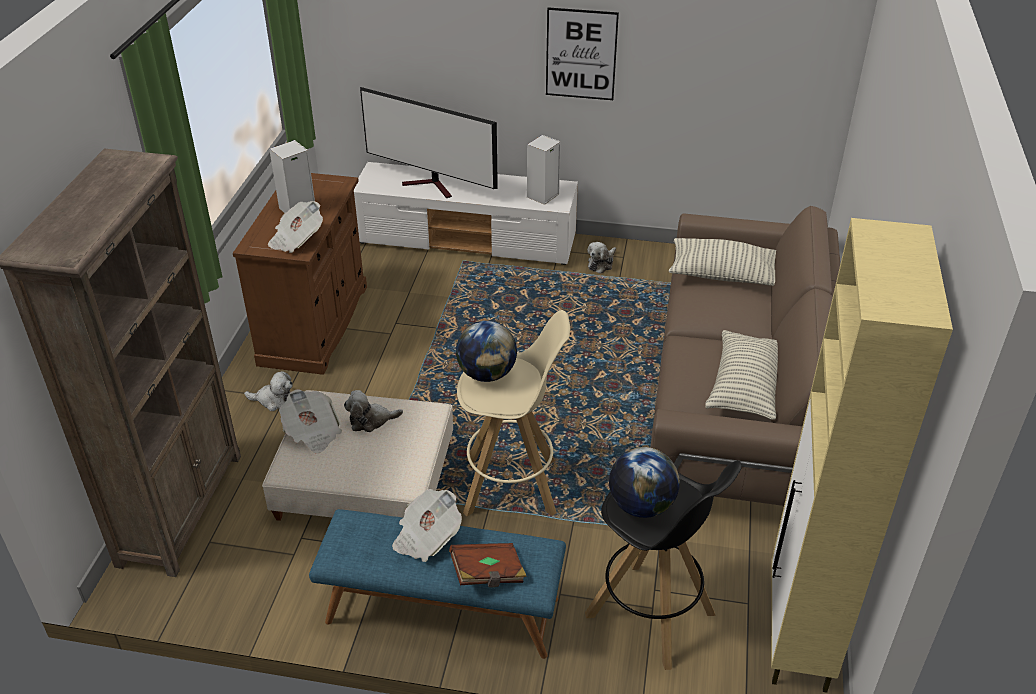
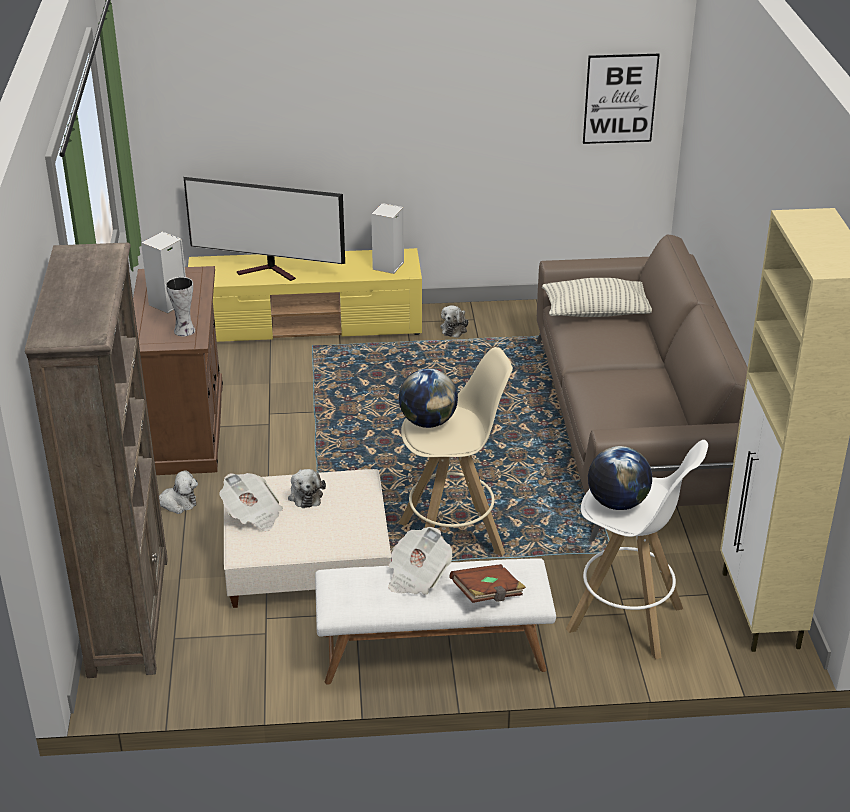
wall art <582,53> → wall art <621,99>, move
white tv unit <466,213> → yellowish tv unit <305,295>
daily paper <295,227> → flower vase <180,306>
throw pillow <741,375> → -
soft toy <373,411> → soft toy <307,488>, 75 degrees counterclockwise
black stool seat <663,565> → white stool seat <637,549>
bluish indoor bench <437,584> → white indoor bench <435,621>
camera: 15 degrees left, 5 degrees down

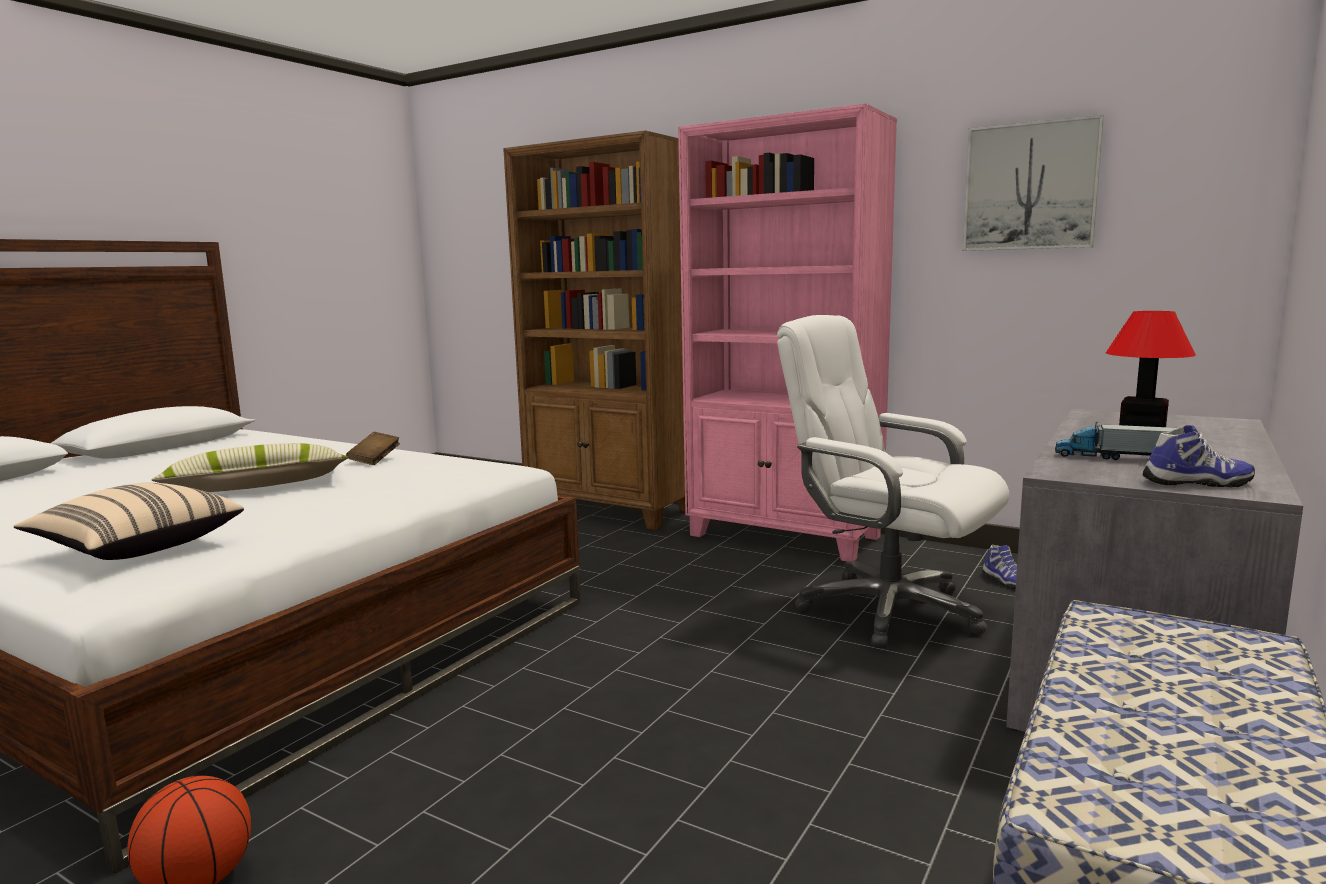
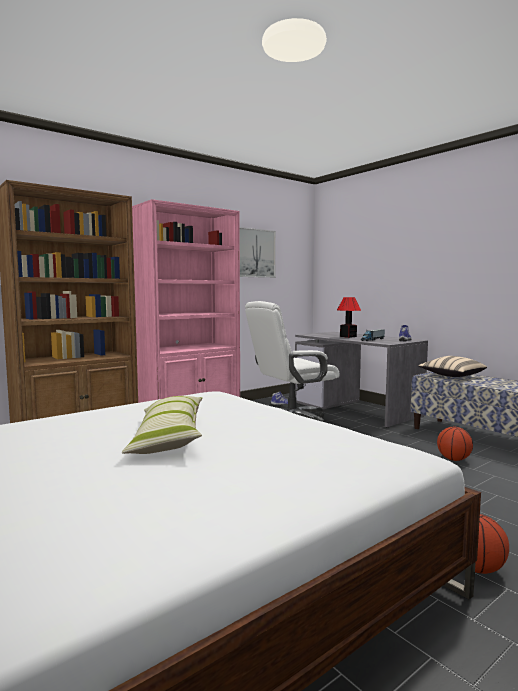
brown volume <373,448> → -
sand-coloured throw pillow <129,521> → sand-coloured throw pillow <452,366>, move
- → basketball ball <455,444>
camera: 70 degrees left, 5 degrees down

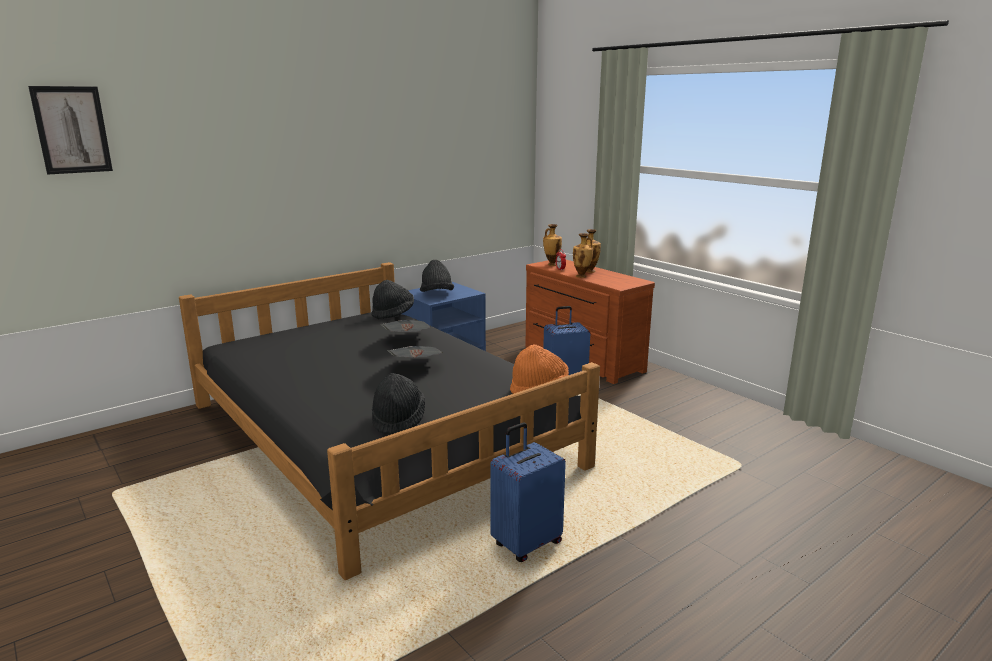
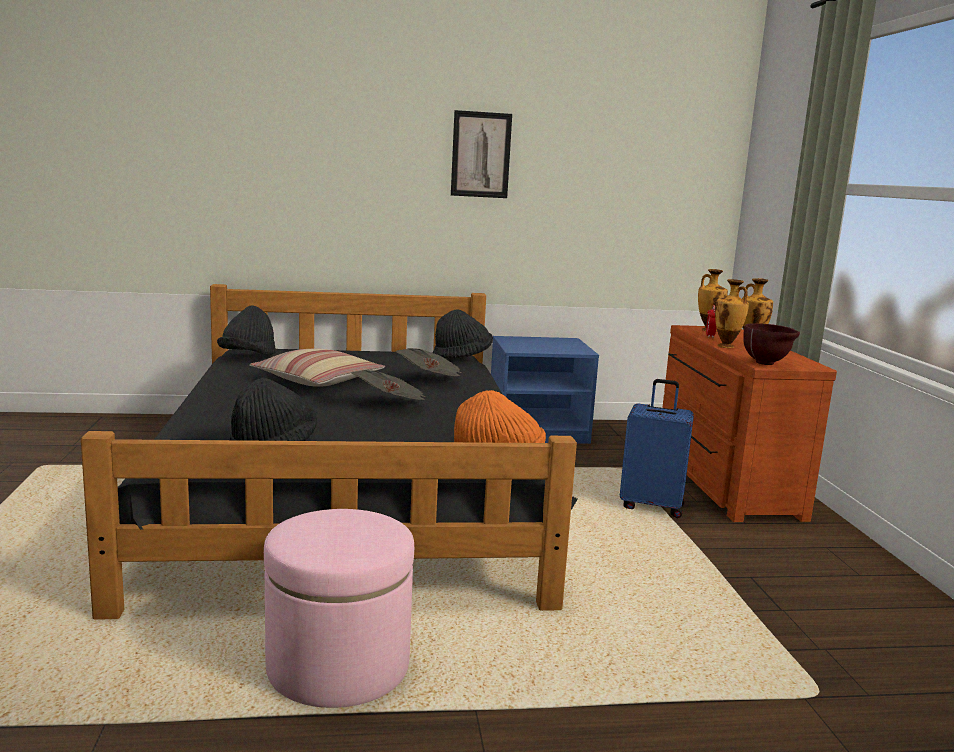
wall art <70,130> → wall art <481,154>, move
black clothing hat <437,276> → black clothing hat <246,330>, move
bluish suitcase <528,492> → pinkish footrest <339,608>
- → brown serving bowl <771,344>
- → throw pillow <317,368>
camera: 30 degrees right, 5 degrees down

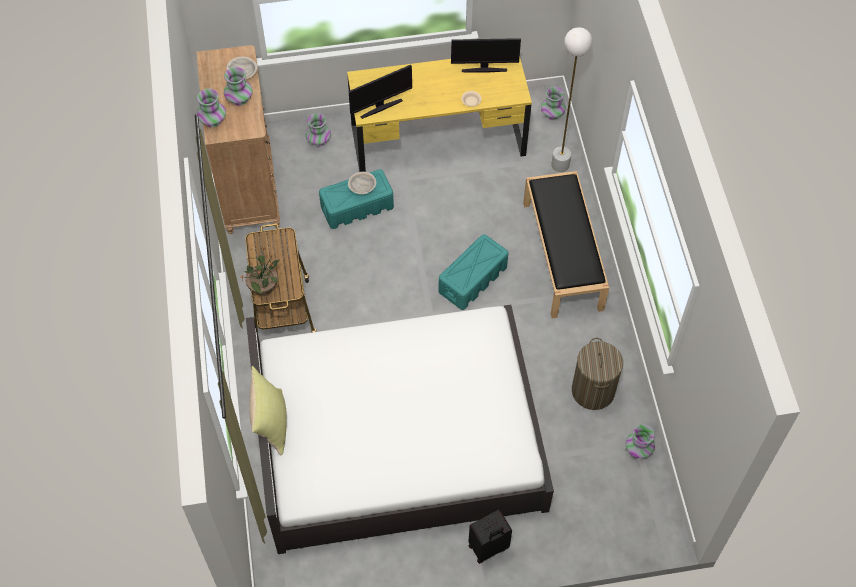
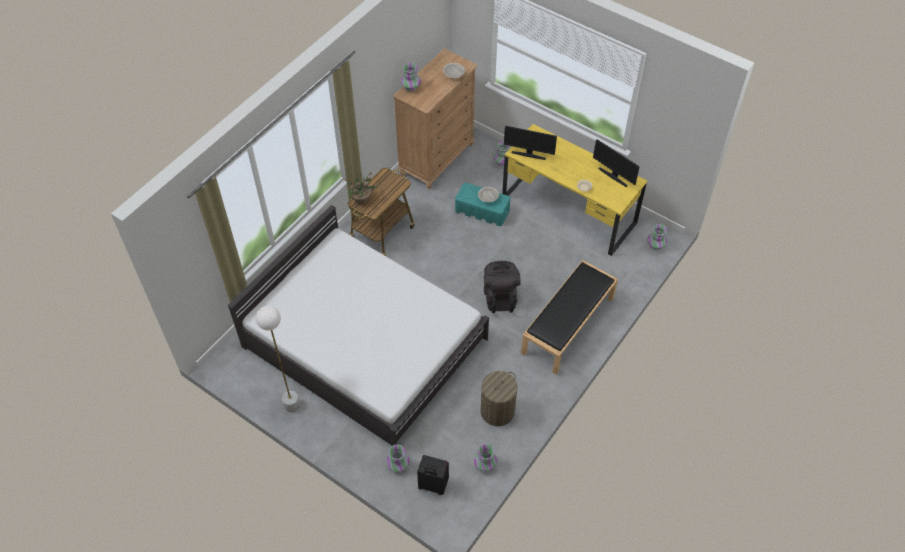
white floor lamp <571,99> → white floor lamp <278,359>, move
flower vase <238,86> → flower vase <398,458>, move
turquoise-coloured storage box <473,272> → black rucksack <502,287>
yellowish throw pillow <268,410> → -
black suitcase <490,537> → black suitcase <433,475>, move
camera: 45 degrees right, 5 degrees down

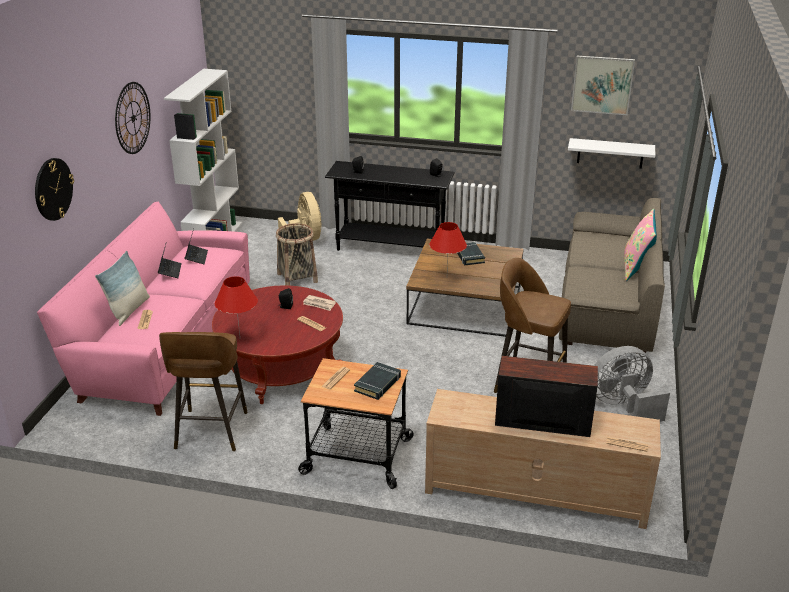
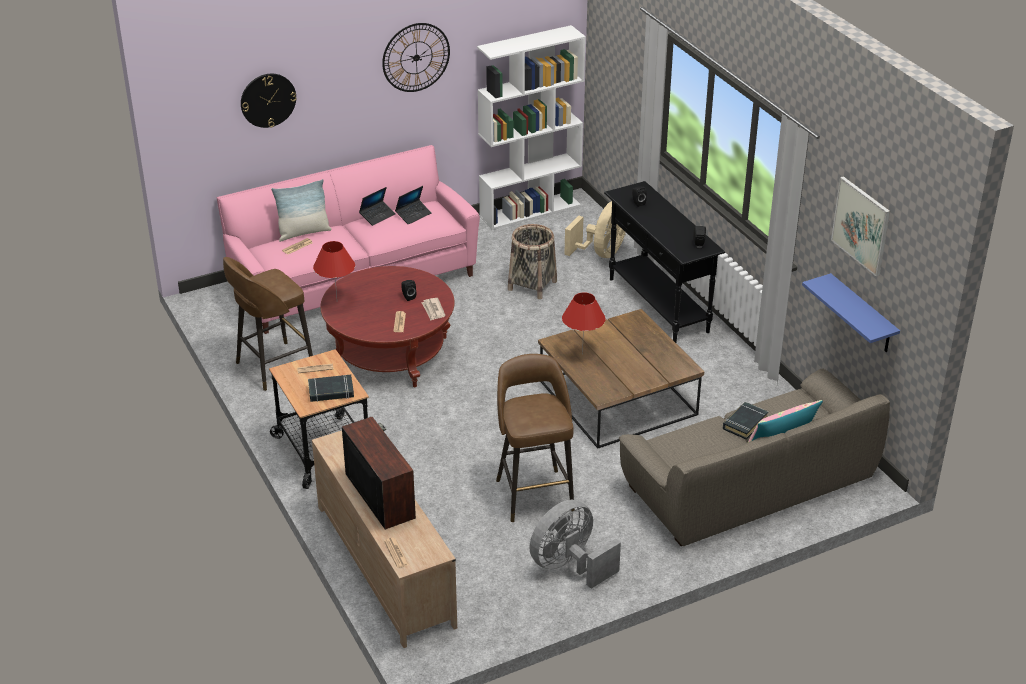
white bracket shelf <611,153> → bluish bracket shelf <851,312>
black volume <471,253> → black volume <745,420>, move
gray electric fan <632,384> → gray electric fan <575,544>, 75 degrees counterclockwise
camera: 50 degrees right, 5 degrees up

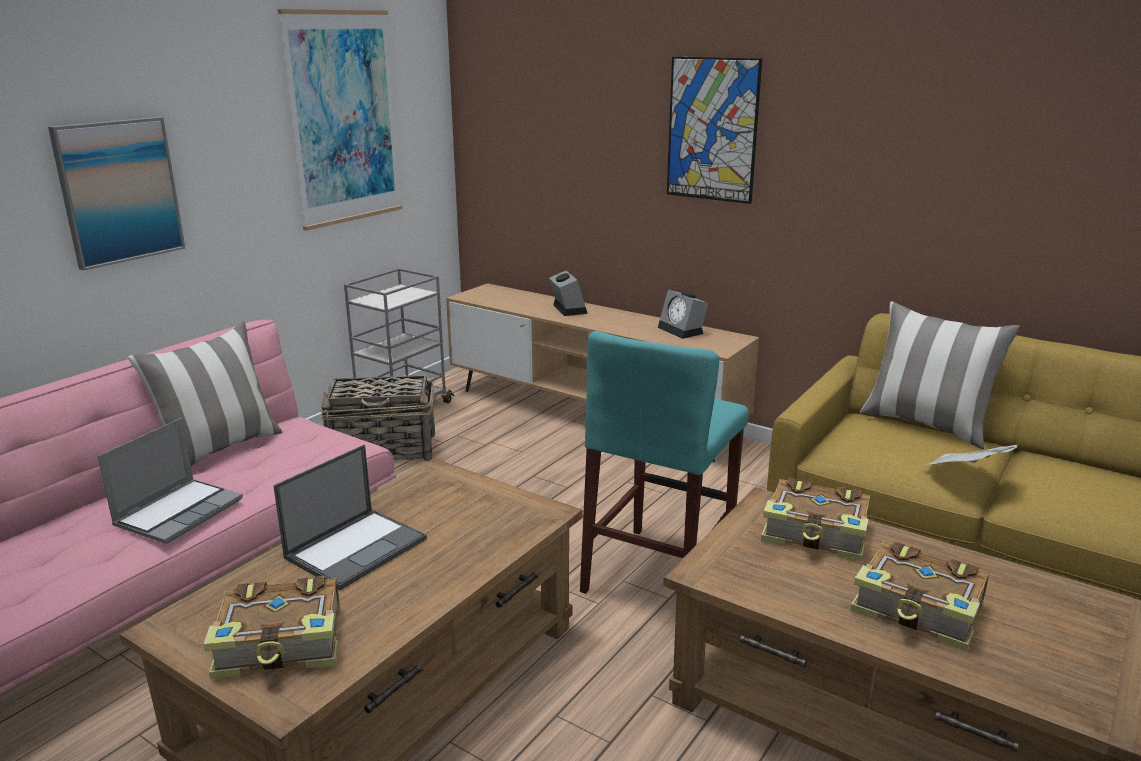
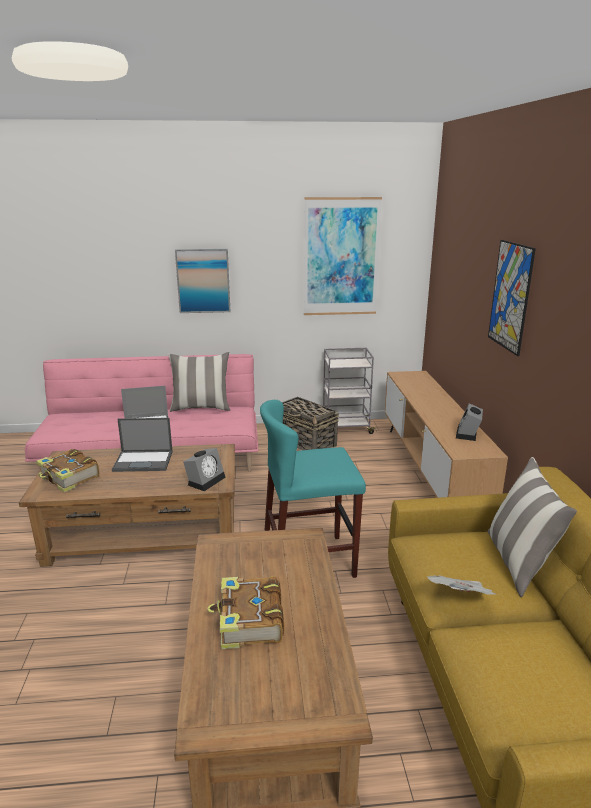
table clock <568,293> → table clock <204,469>, move
volume <815,519> → -
camera: 50 degrees right, 0 degrees up

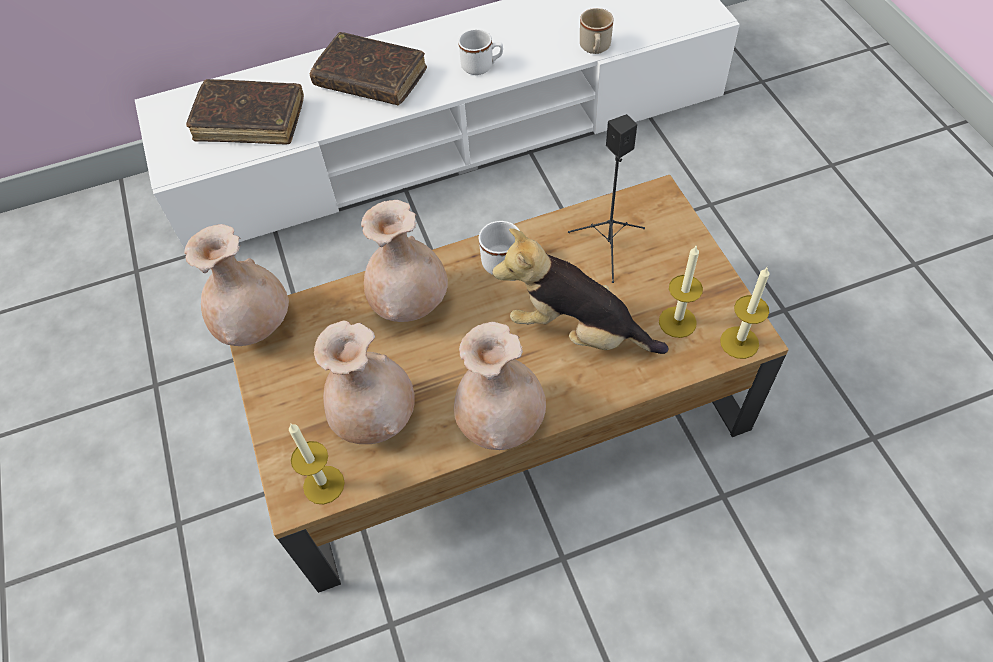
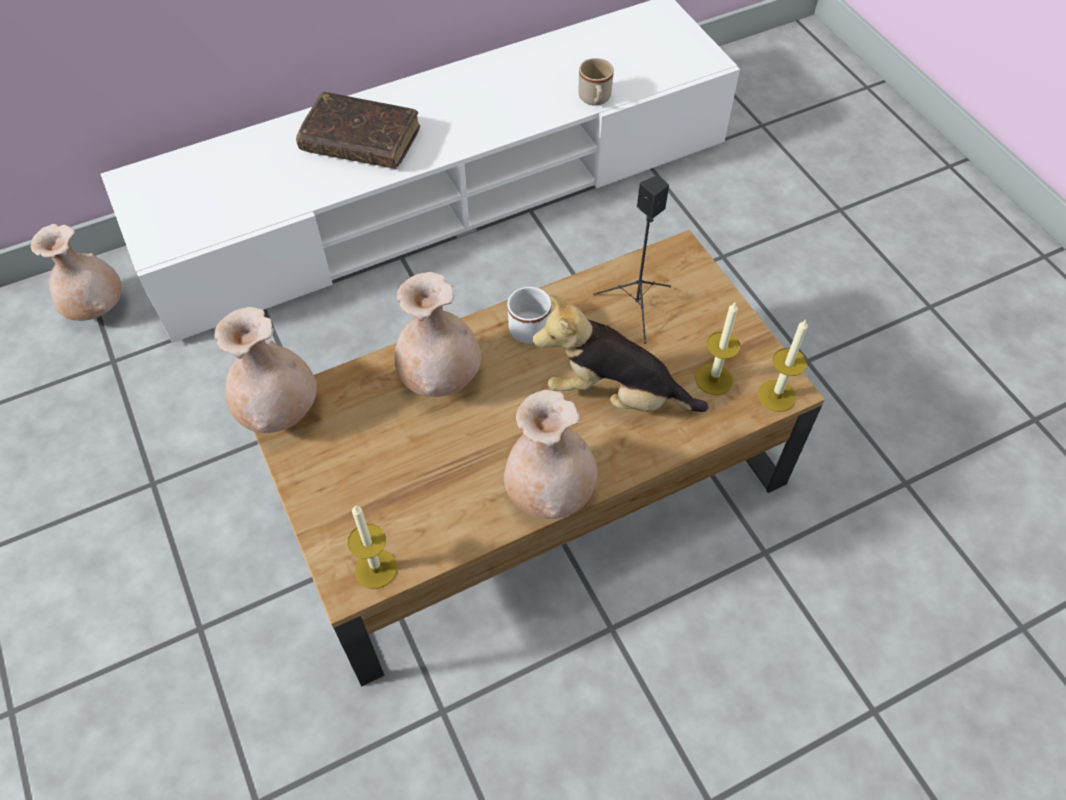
white mug <480,52> → -
brown volume <245,112> → -
sand-coloured flower vase <364,382> → sand-coloured flower vase <76,272>, move
camera: 10 degrees left, 0 degrees up

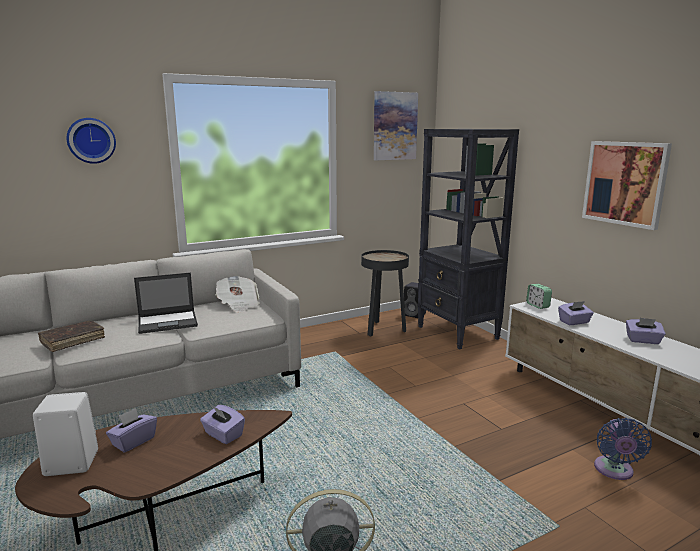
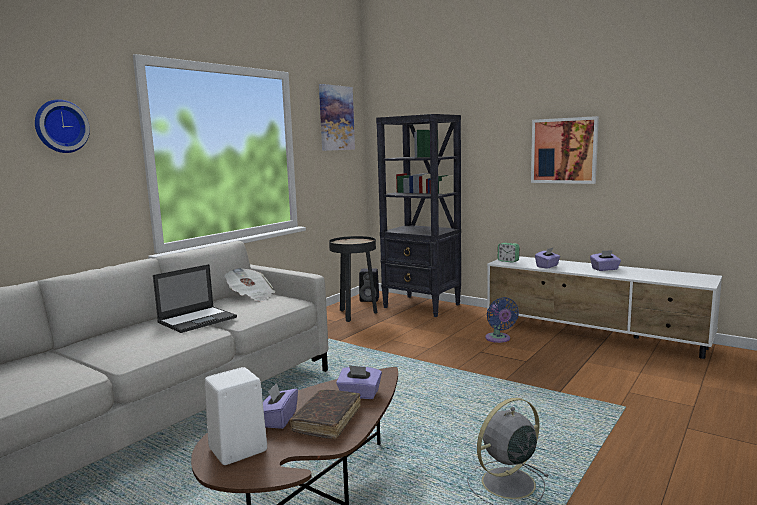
brown volume <71,336> → brown volume <325,414>, move
bluish electric fan <623,449> → bluish electric fan <502,320>, move
camera: 25 degrees left, 5 degrees down

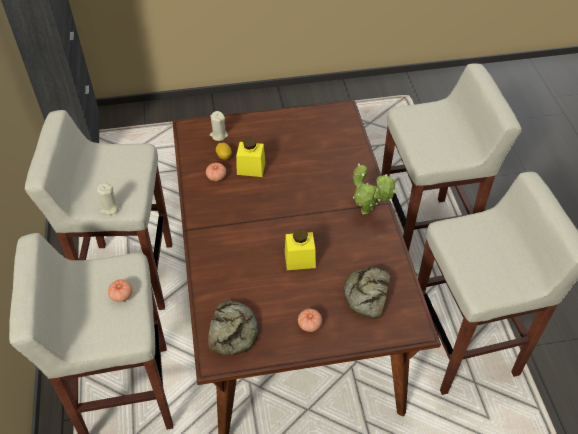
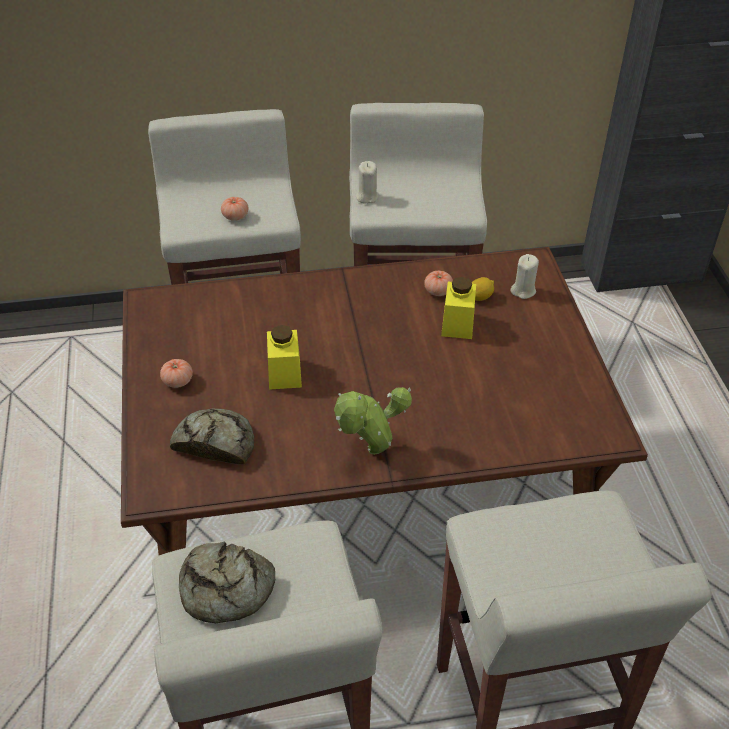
bakery bread <233,327> → bakery bread <227,582>, move
camera: 90 degrees right, 5 degrees down

